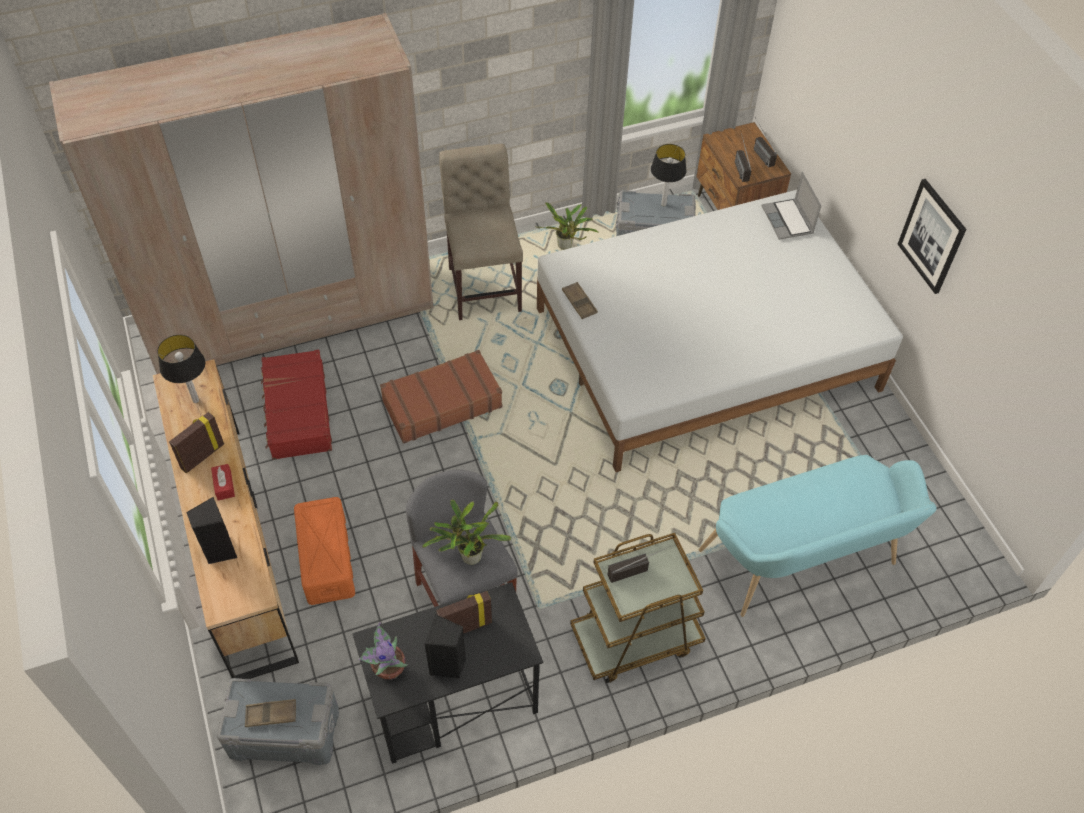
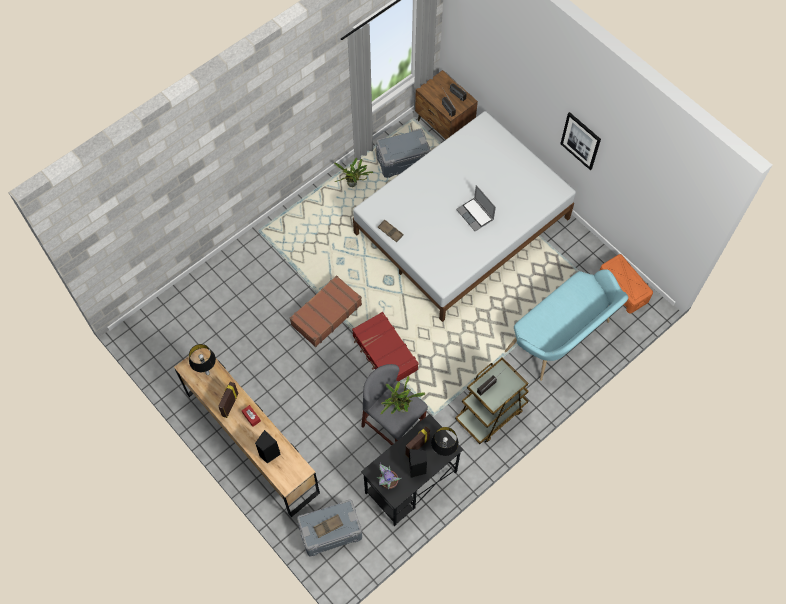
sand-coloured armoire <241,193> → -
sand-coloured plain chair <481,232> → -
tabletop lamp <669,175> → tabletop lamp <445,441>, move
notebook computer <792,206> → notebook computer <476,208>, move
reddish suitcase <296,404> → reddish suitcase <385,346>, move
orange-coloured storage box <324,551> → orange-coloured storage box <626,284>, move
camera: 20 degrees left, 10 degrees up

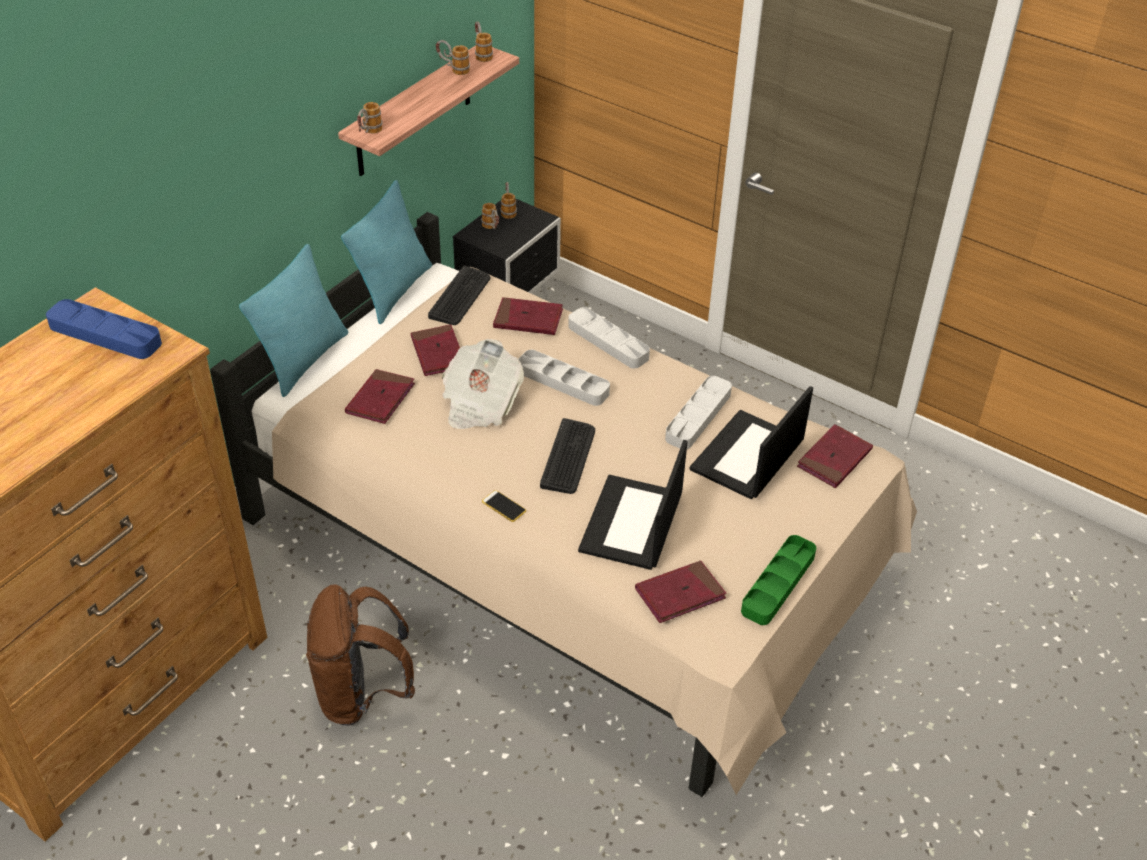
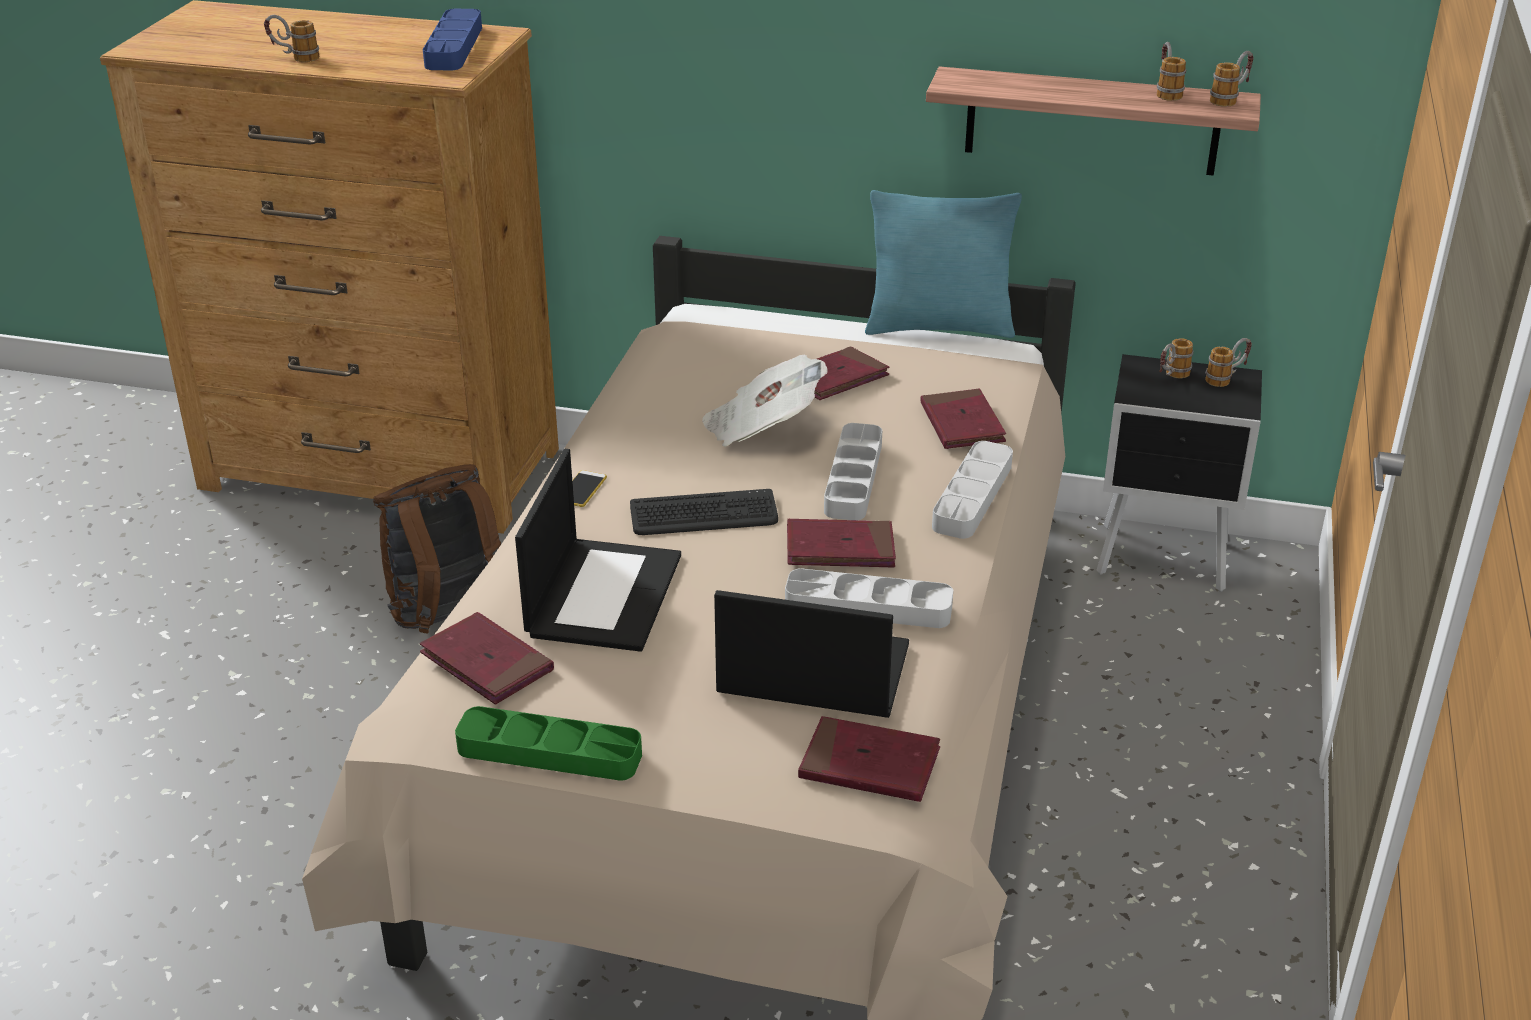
mug <370,117> → mug <291,38>, move
turquoise-coloured throw pillow <293,320> → -
keyboard <459,295> → -
reddish volume <380,396> → reddish volume <841,543>, move
notebook computer <633,505> → notebook computer <598,550>, 105 degrees clockwise
camera: 70 degrees right, 10 degrees down

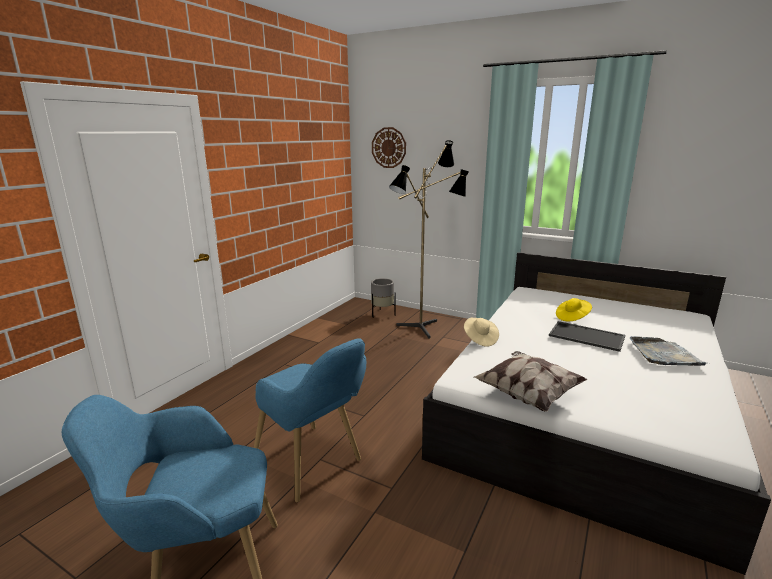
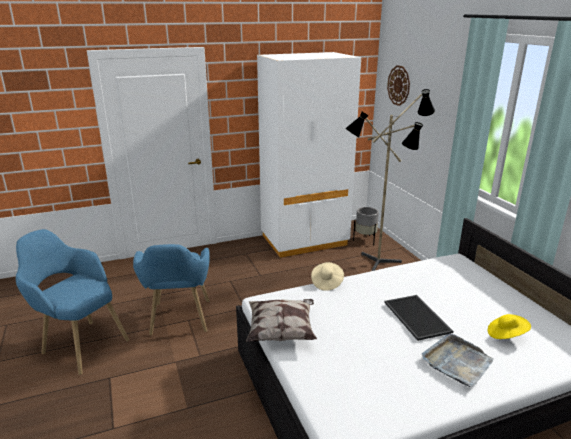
yellowish clothing hat <574,309> → yellowish clothing hat <509,326>, move
- → white armoire <309,155>
camera: 40 degrees right, 5 degrees up

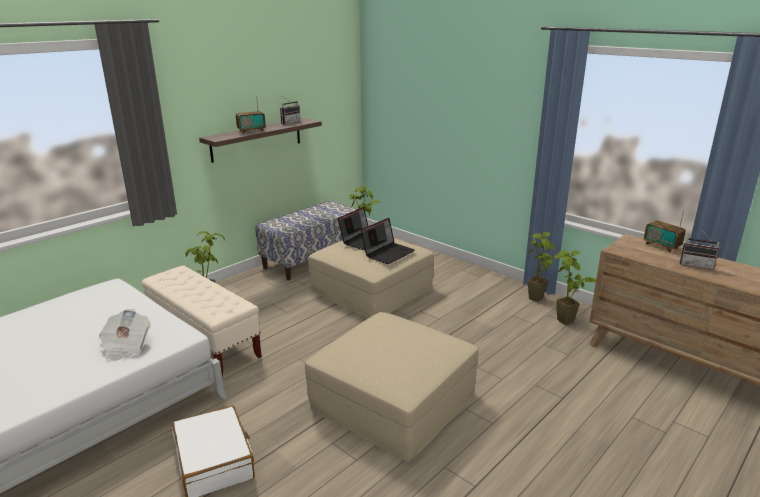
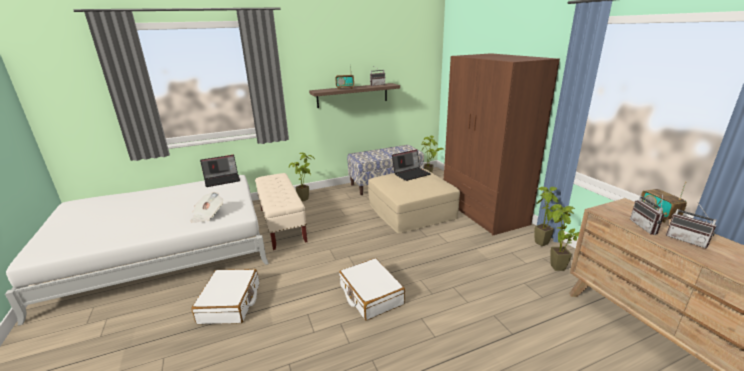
notebook computer <388,241> → notebook computer <220,171>, move
sand-coloured footrest <391,386> → white suitcase <372,289>
- → brown armoire <502,144>
- → radio set <647,215>
camera: 25 degrees right, 0 degrees up

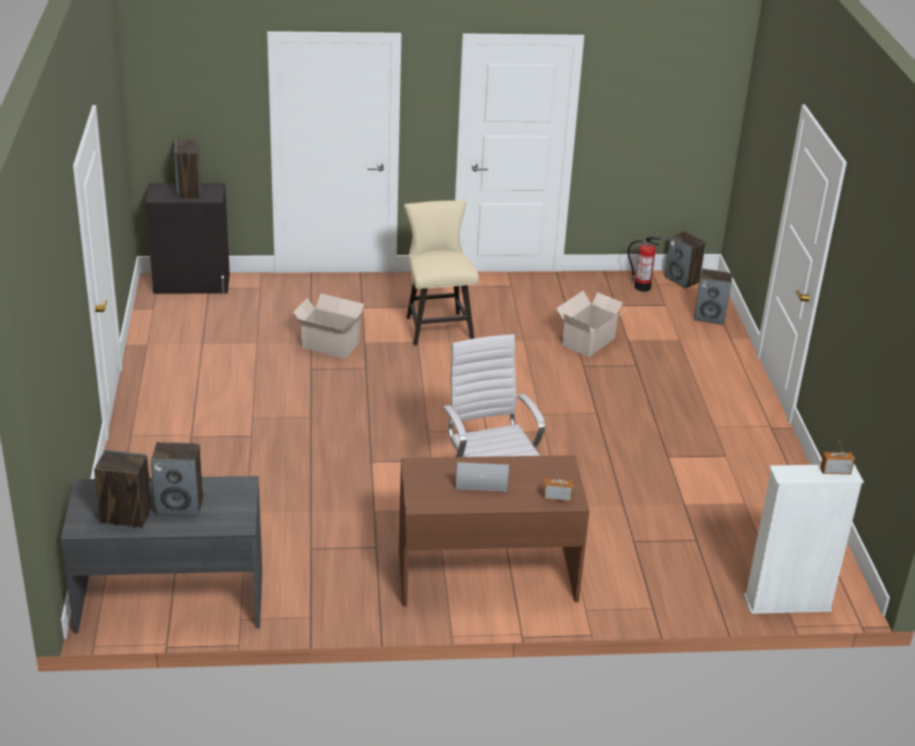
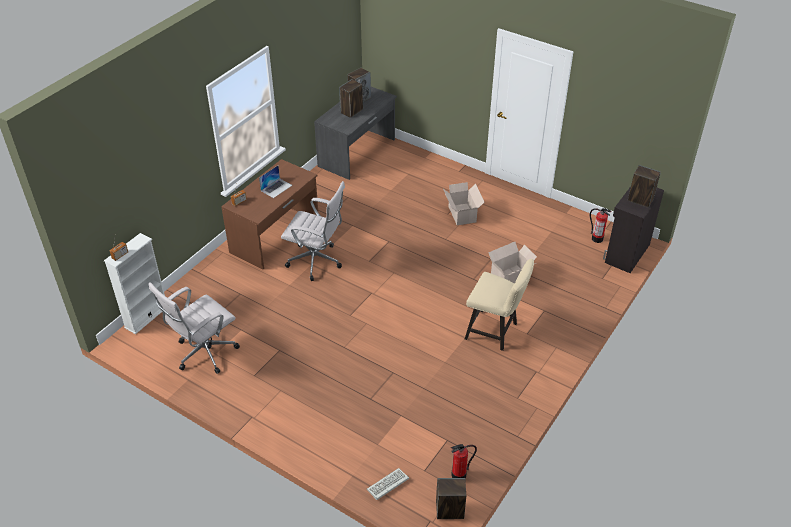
audio speaker <713,297> → keyboard <388,484>
packing box <592,324> → packing box <463,203>, move
- → fire-fighting cylinder <601,225>
- → white desk chair <194,328>
camera: 130 degrees right, 10 degrees up

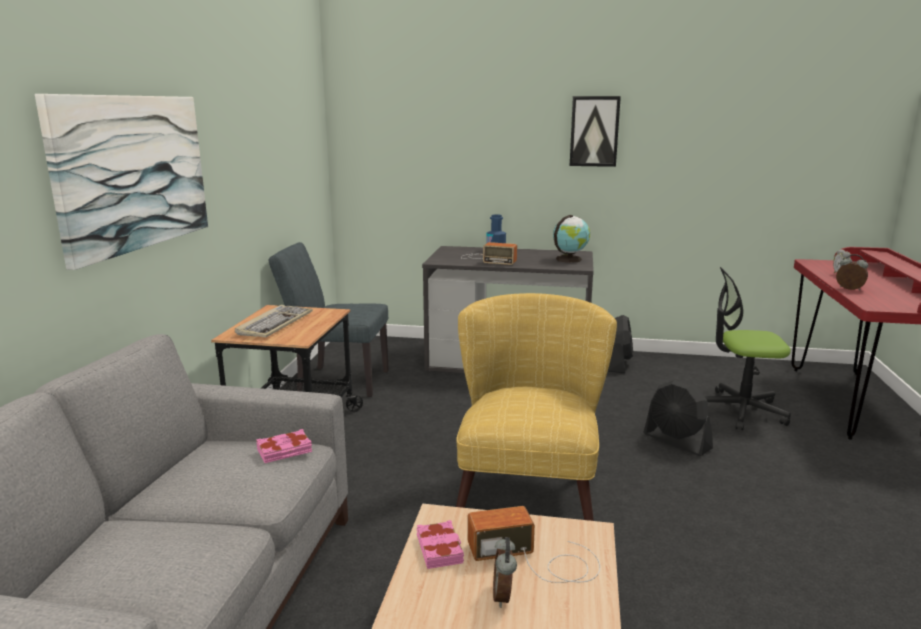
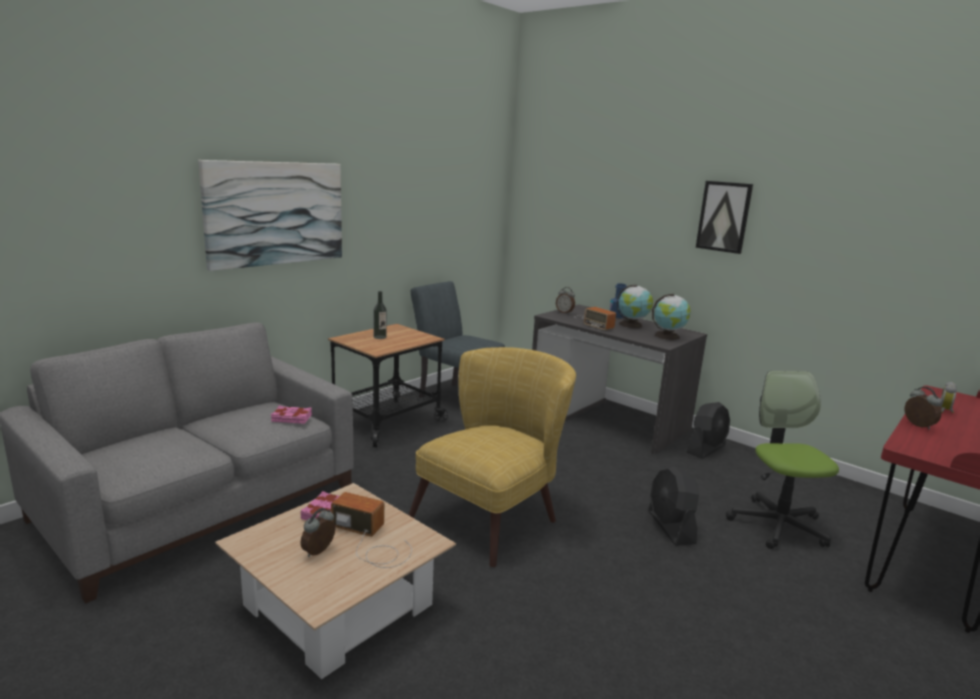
desk chair <747,348> → desk chair <782,460>, 45 degrees clockwise
keyboard <274,321> → beverage bottle <380,315>
- → desk globe <635,306>
- → table clock <565,300>
camera: 30 degrees right, 0 degrees up

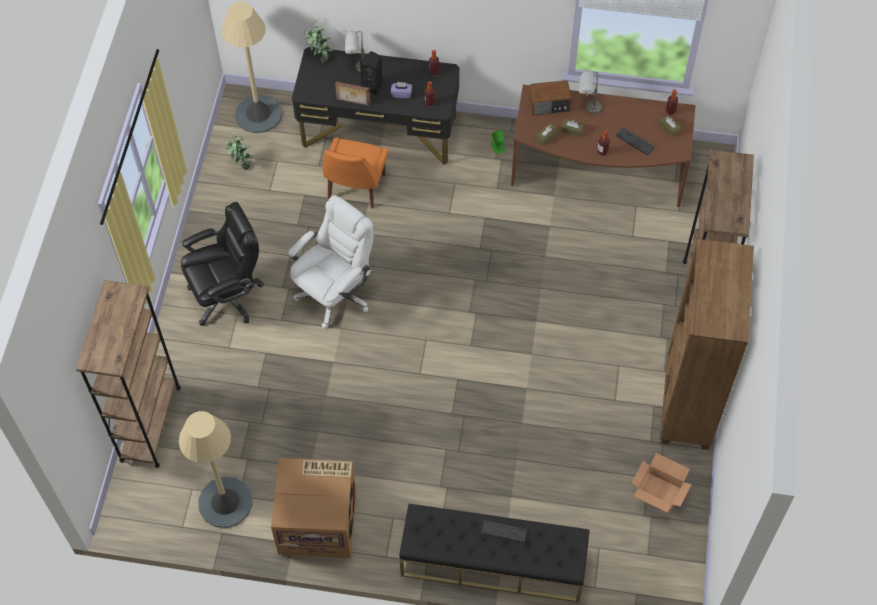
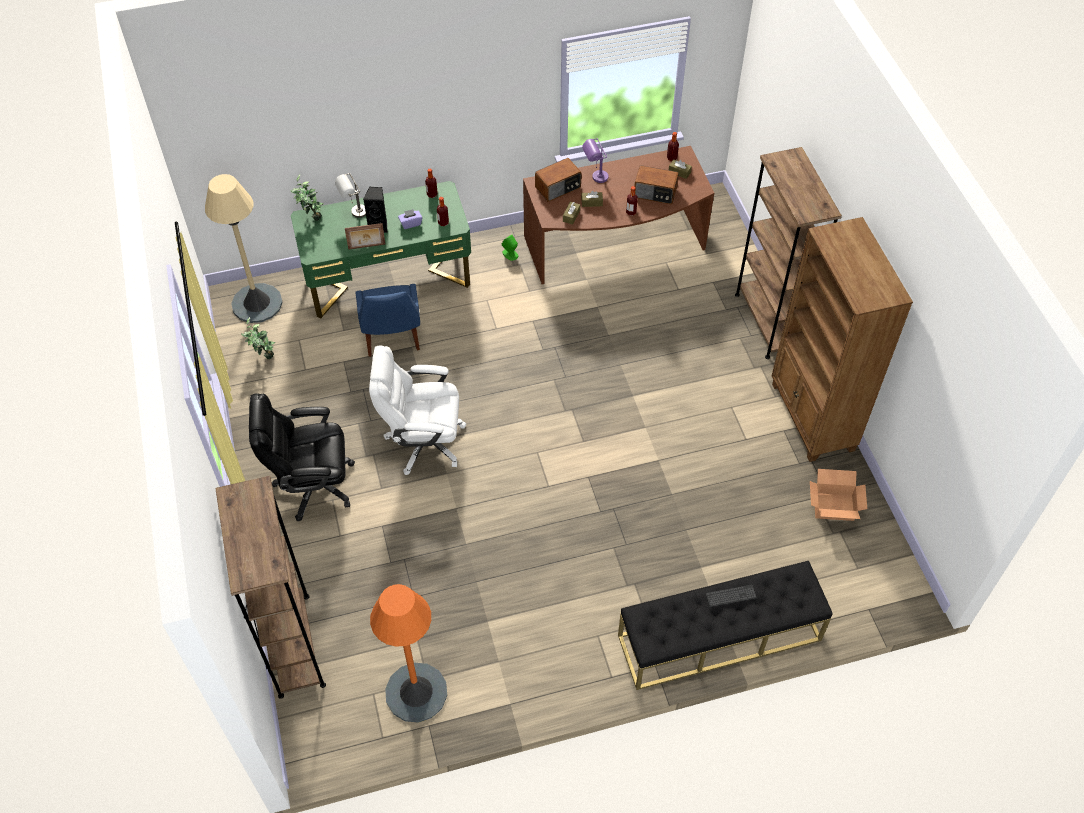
black desk unit <375,106> → greenish desk unit <381,249>
gray tabletop lamp <590,92> → purple-coloured tabletop lamp <595,160>
keyboard <635,141> → radio set <656,184>
orange-coloured plain chair <355,172> → bluish plain chair <387,320>
white desk chair <331,262> → white desk chair <417,410>, 105 degrees counterclockwise
black desk chair <222,264> → black desk chair <302,457>, 135 degrees counterclockwise
sand-coloured floor lamp <216,469> → orange-coloured floor lamp <408,653>
packing box <313,508> → -
camera: 25 degrees left, 5 degrees down

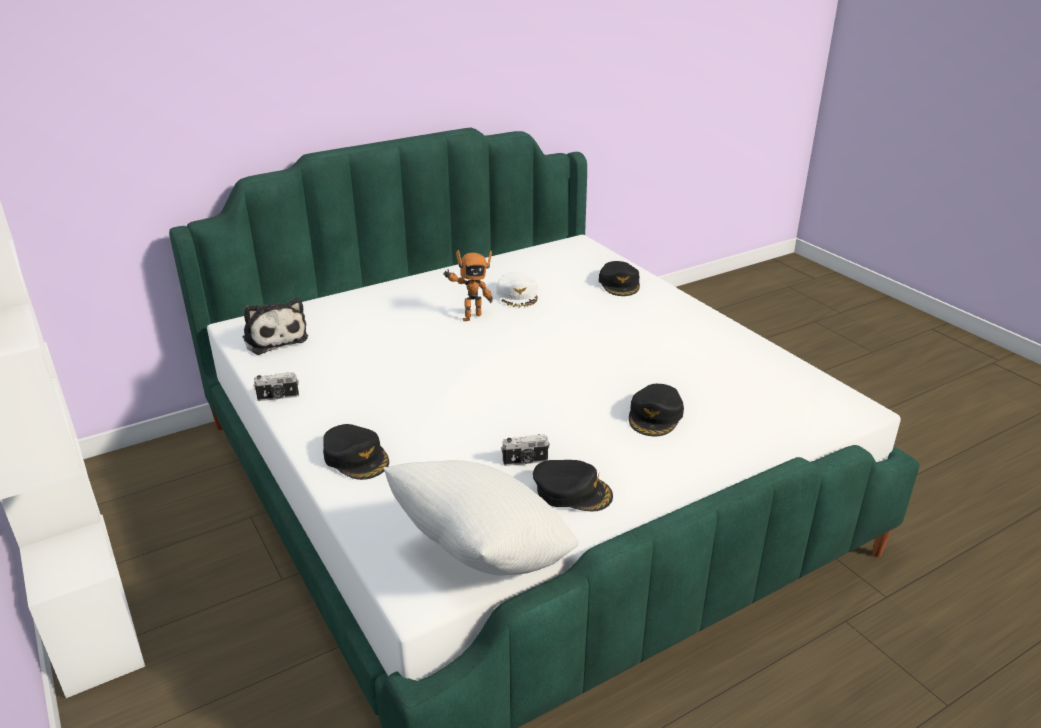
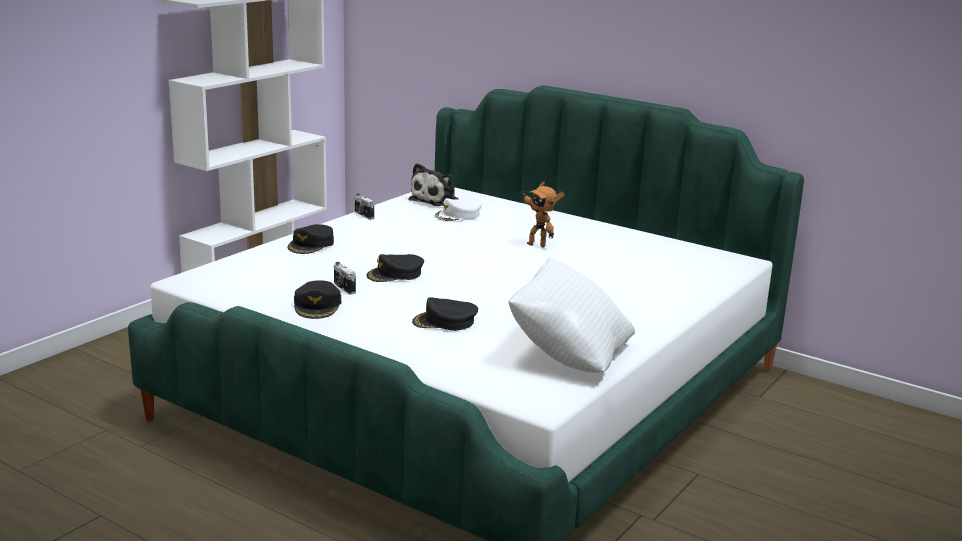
black peaked cap <619,278> → black peaked cap <395,268>, move
white peaked cap <517,290> → white peaked cap <458,209>, move
white throw pillow <481,518> → white throw pillow <571,315>, move
camera: 65 degrees right, 10 degrees down

